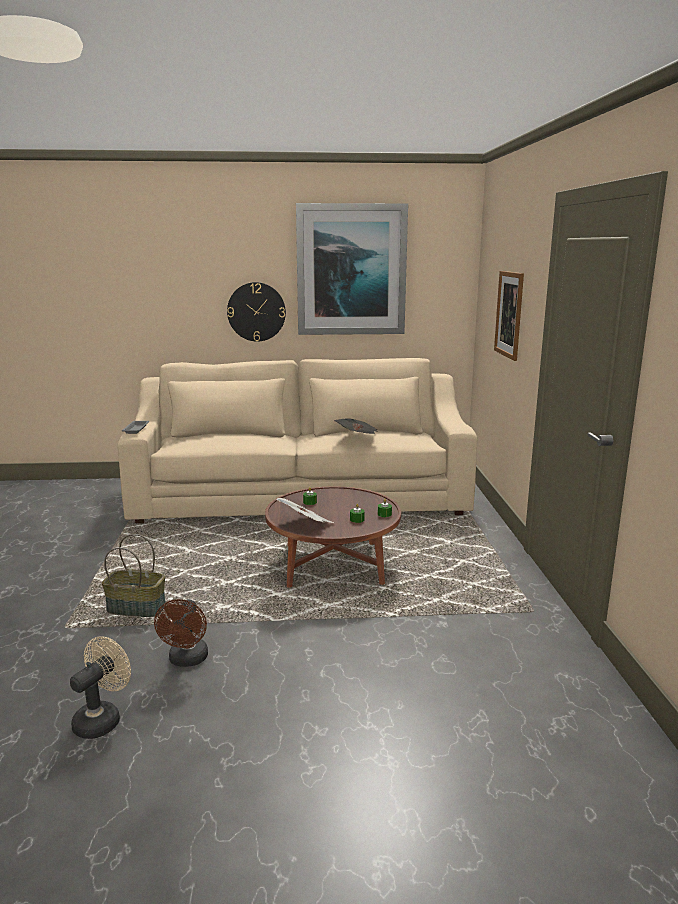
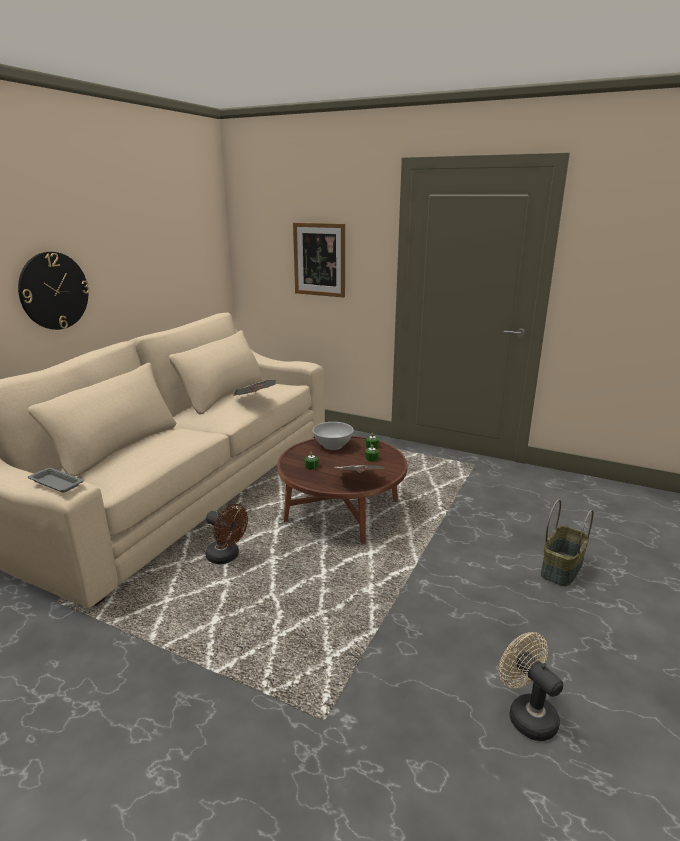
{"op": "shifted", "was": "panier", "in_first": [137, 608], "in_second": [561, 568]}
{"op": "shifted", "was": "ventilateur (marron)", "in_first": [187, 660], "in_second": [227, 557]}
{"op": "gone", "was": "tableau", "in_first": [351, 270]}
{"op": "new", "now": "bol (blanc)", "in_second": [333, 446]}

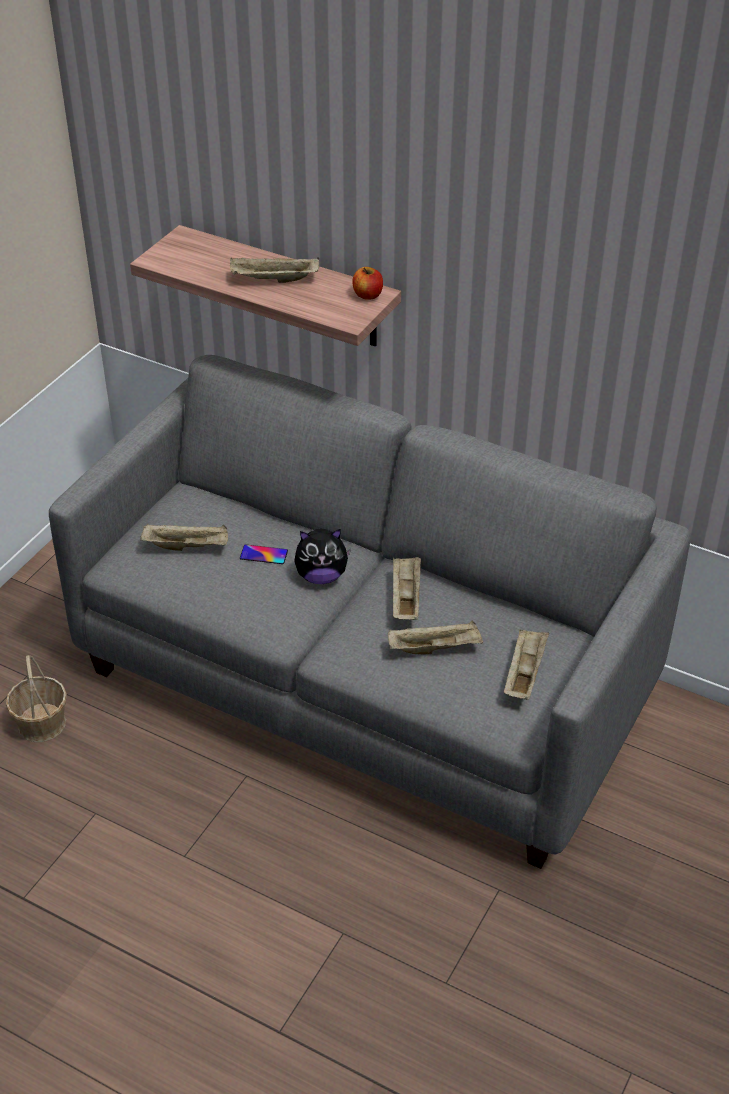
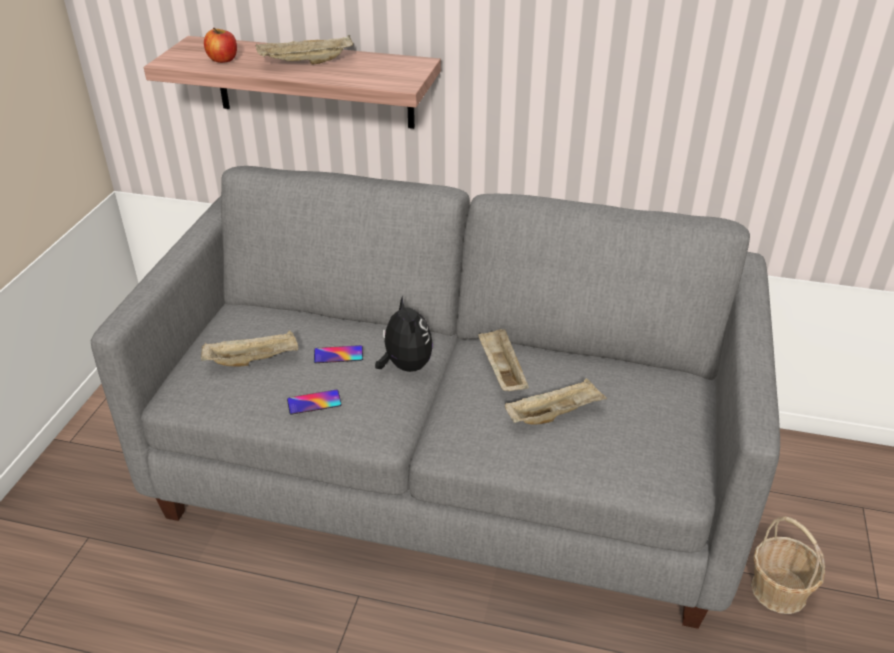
{"op": "shifted", "was": "panier", "in_first": [41, 724], "in_second": [779, 591]}
{"op": "rotated", "was": "peluche", "in_first": [321, 576], "in_second": [405, 366], "clockwise": -90}
{"op": "shifted", "was": "pomme", "in_first": [368, 295], "in_second": [223, 60]}
{"op": "gone", "was": "plateau (beige)", "in_first": [524, 674]}
{"op": "new", "now": "téléphone", "in_second": [314, 402]}

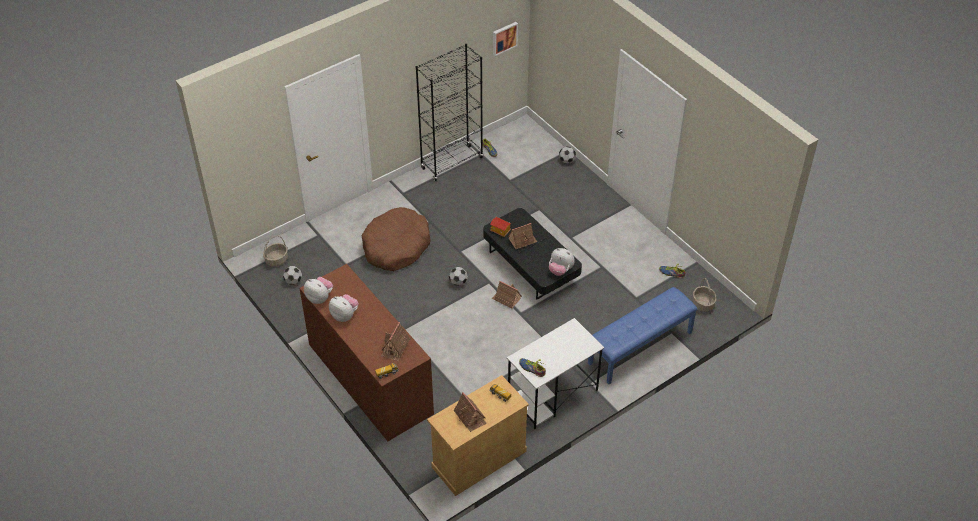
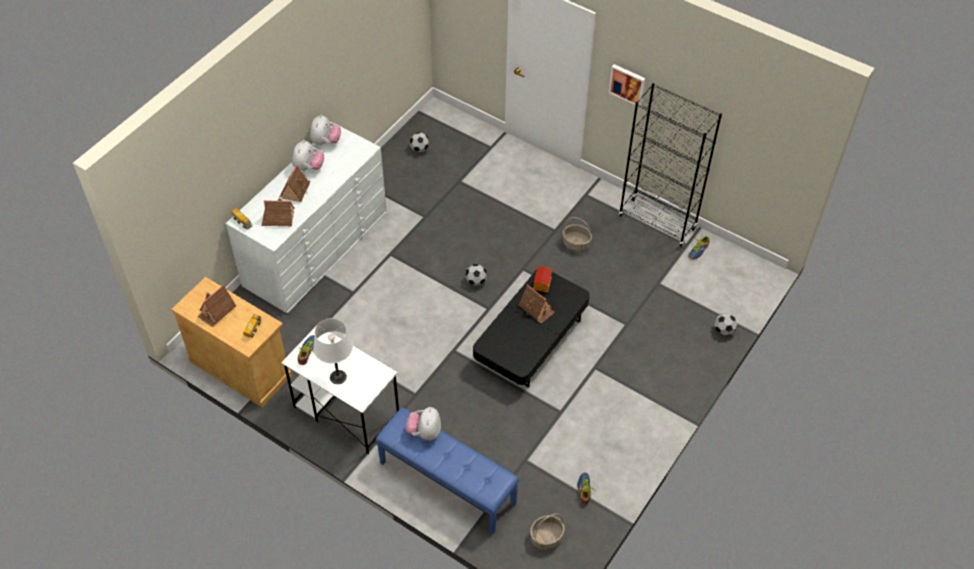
{"op": "shifted", "was": "panier", "in_first": [276, 260], "in_second": [575, 243]}
{"op": "repainted", "was": "commode (marron)", "now": "commode (blanc)", "in_first": [370, 378], "in_second": [316, 248]}
{"op": "gone", "was": "panier pour chien (marron)", "in_first": [396, 246]}
{"op": "shifted", "was": "maison miniature", "in_first": [506, 298], "in_second": [295, 190]}
{"op": "shifted", "was": "tableau", "in_first": [504, 38], "in_second": [627, 84]}
{"op": "shifted", "was": "peluche", "in_first": [560, 270], "in_second": [424, 432]}
{"op": "new", "now": "lampe de table (blanc)", "in_second": [338, 377]}

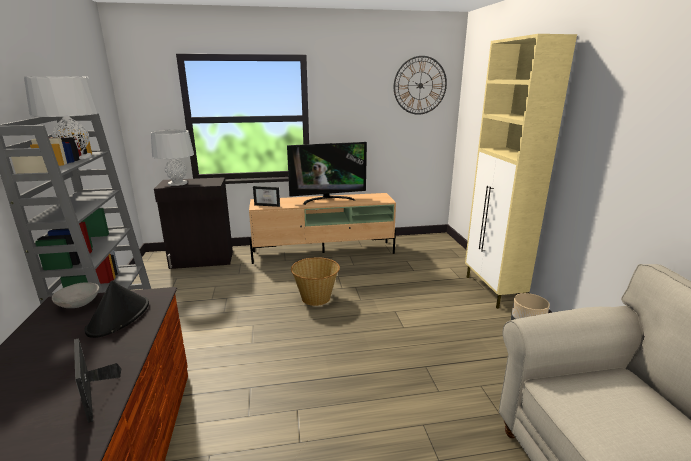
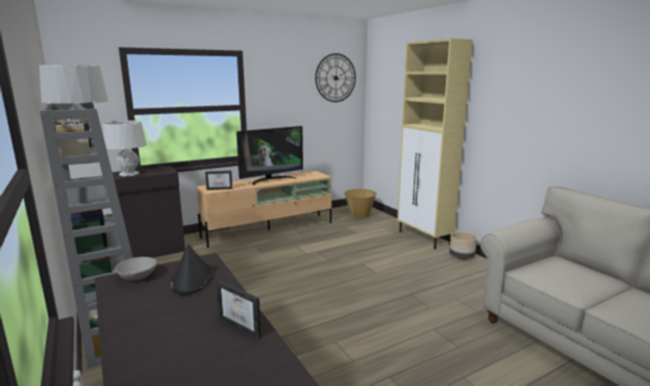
{"op": "shifted", "was": "panier", "in_first": [316, 297], "in_second": [359, 215]}

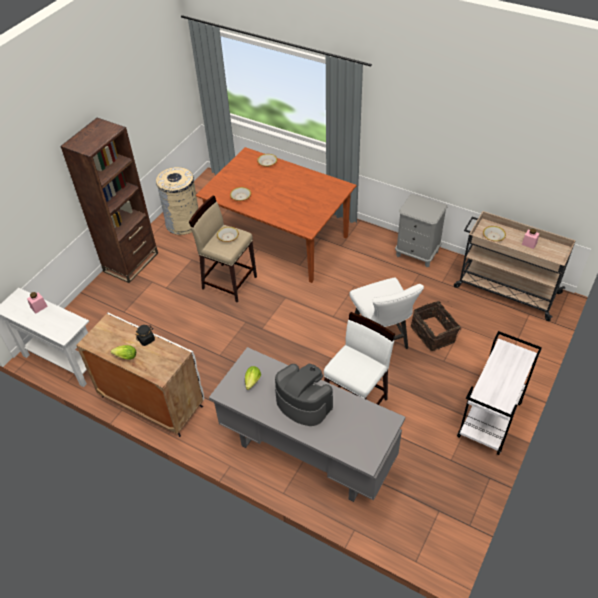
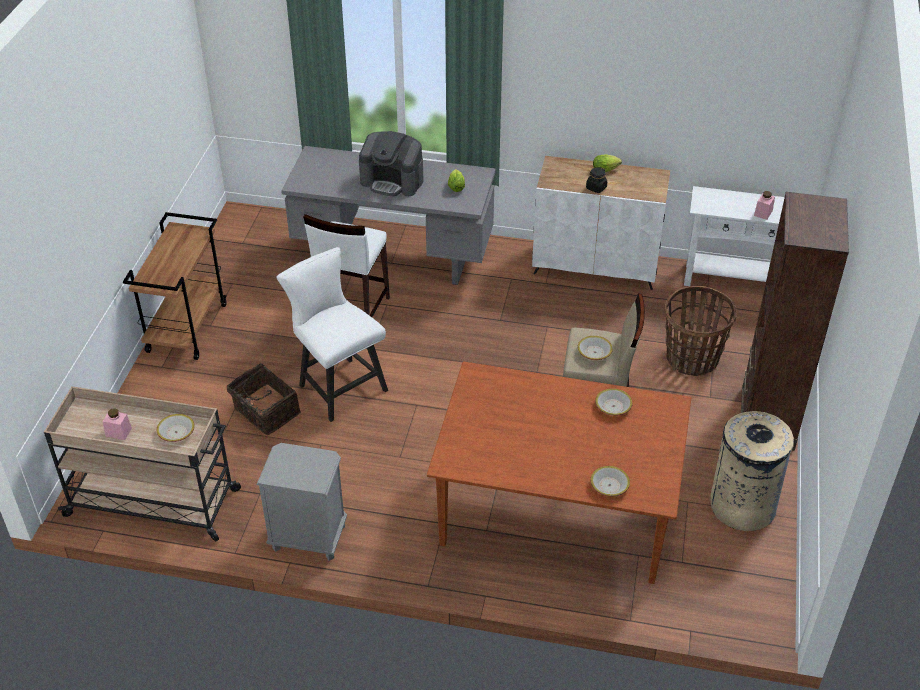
{"op": "repainted", "was": "chariot (blanc)", "now": "chariot (marron)", "in_first": [490, 420], "in_second": [187, 327]}
{"op": "new", "now": "panier", "in_second": [692, 359]}

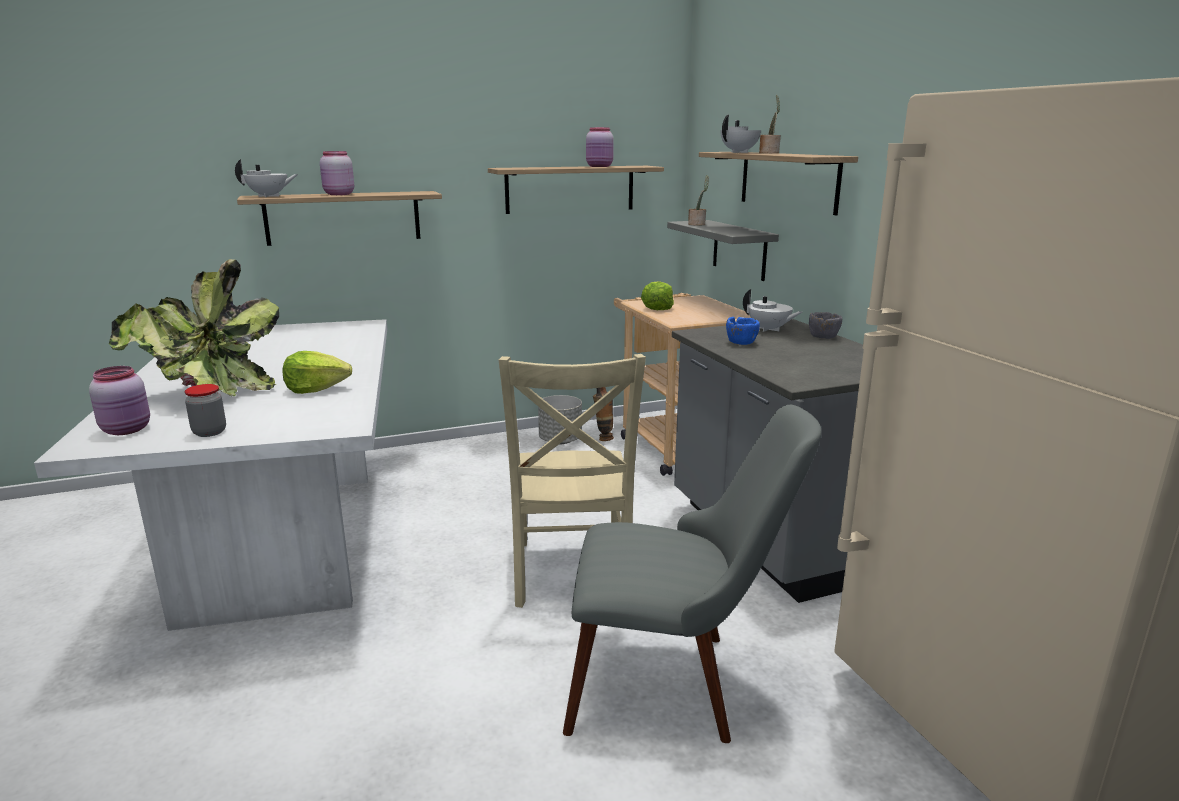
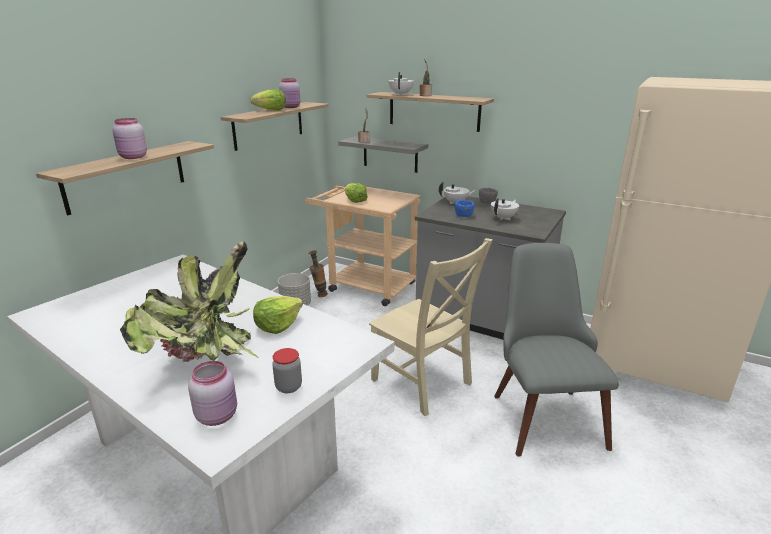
{"op": "shifted", "was": "théière (blanc)", "in_first": [269, 196], "in_second": [504, 218]}
{"op": "rotated", "was": "chaise (gris)", "in_first": [675, 681], "in_second": [541, 410], "clockwise": -60}
{"op": "new", "now": "laitue", "in_second": [271, 110]}

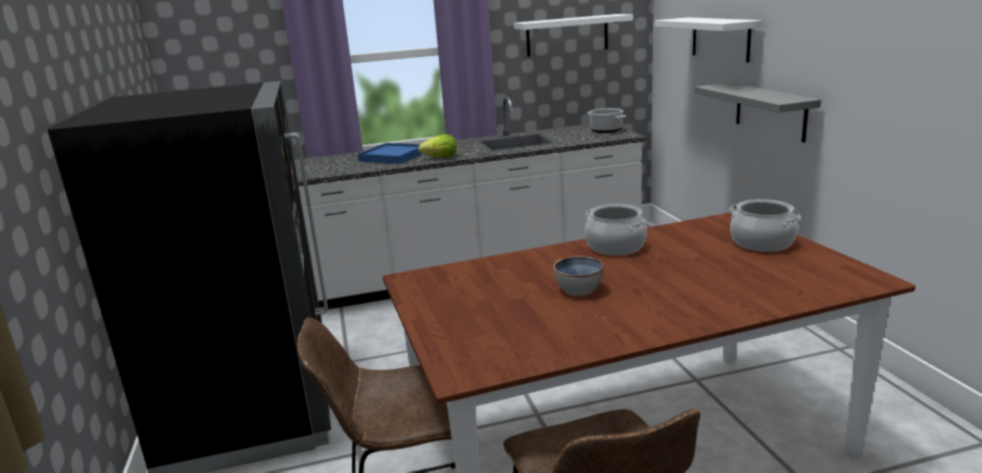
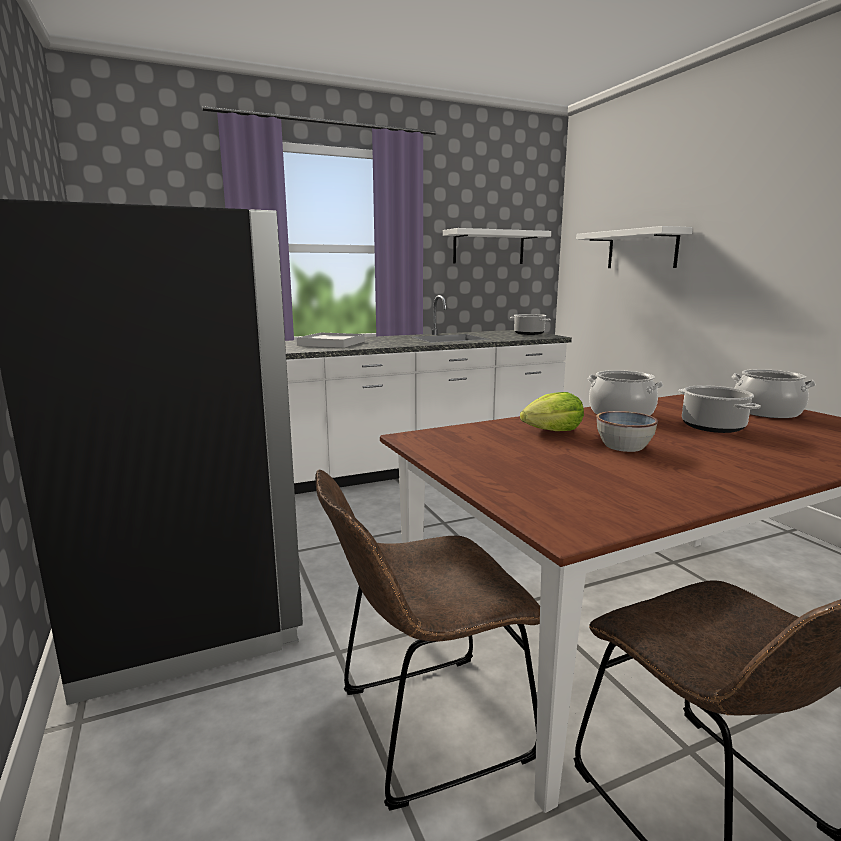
{"op": "repainted", "was": "plateau (bleu)", "now": "plateau (blanc)", "in_first": [392, 156], "in_second": [331, 343]}
{"op": "shifted", "was": "laitue", "in_first": [440, 157], "in_second": [552, 431]}
{"op": "gone", "was": "étagère (gris)", "in_first": [770, 111]}
{"op": "new", "now": "marmite", "in_second": [711, 426]}

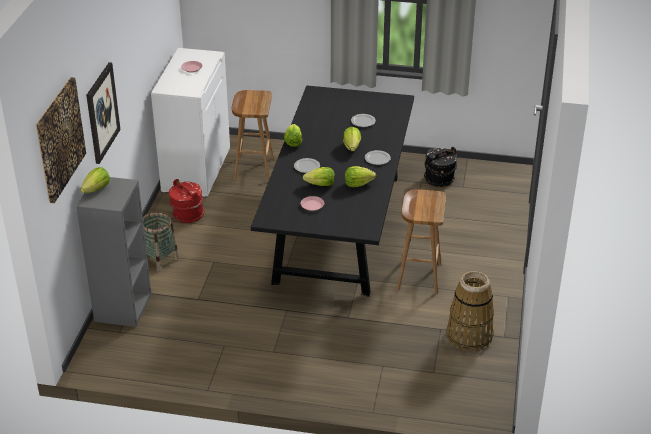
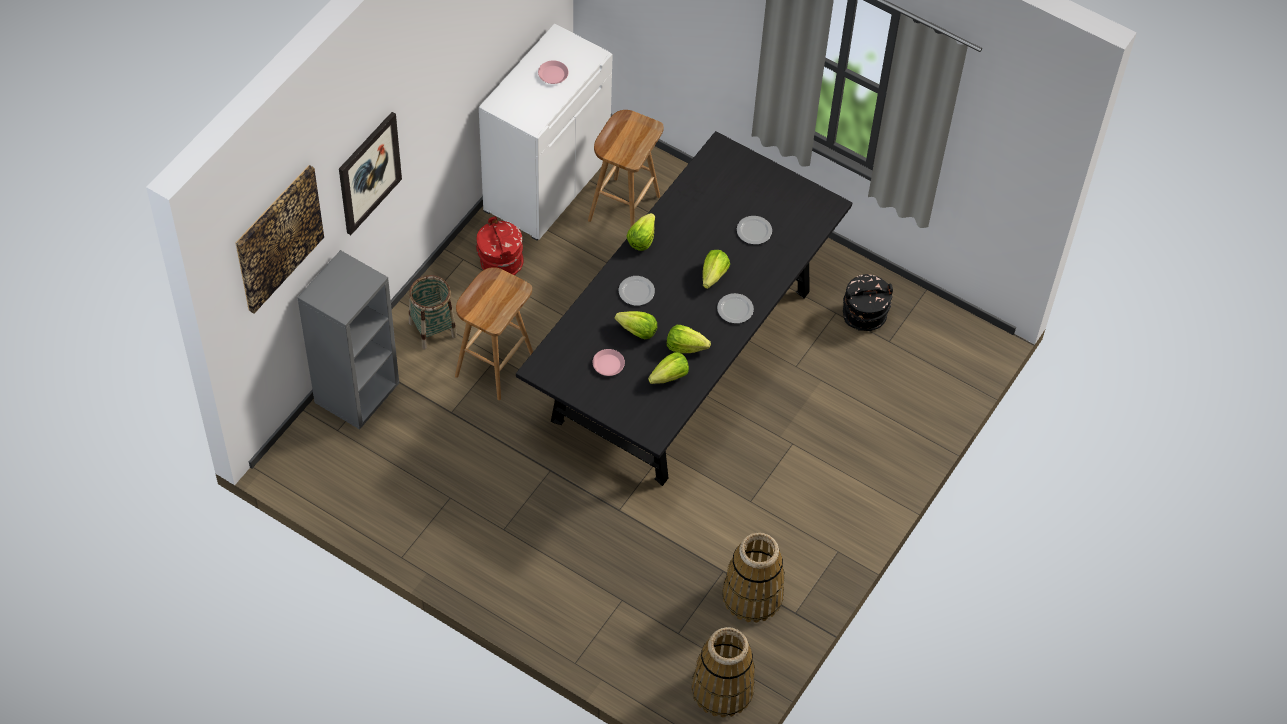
{"op": "shifted", "was": "laitue", "in_first": [97, 189], "in_second": [669, 376]}
{"op": "shifted", "was": "tabouret (marron)", "in_first": [418, 275], "in_second": [494, 364]}
{"op": "new", "now": "panier", "in_second": [722, 689]}

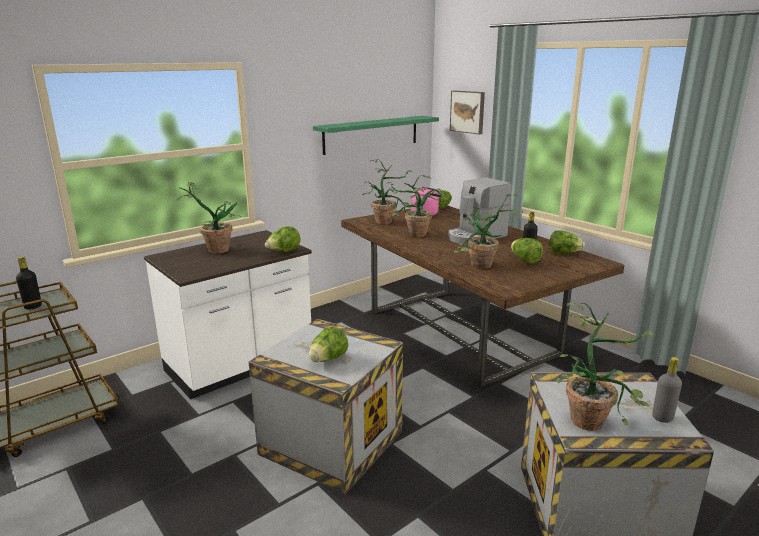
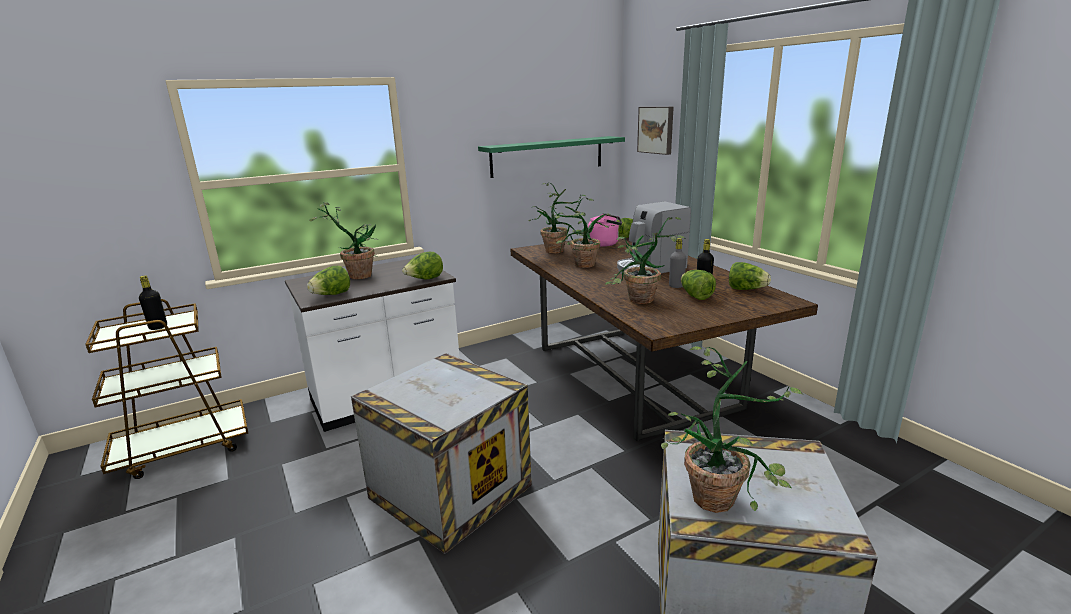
{"op": "shifted", "was": "laitue", "in_first": [328, 359], "in_second": [331, 295]}
{"op": "shifted", "was": "bouteille (gris)", "in_first": [662, 418], "in_second": [676, 286]}

